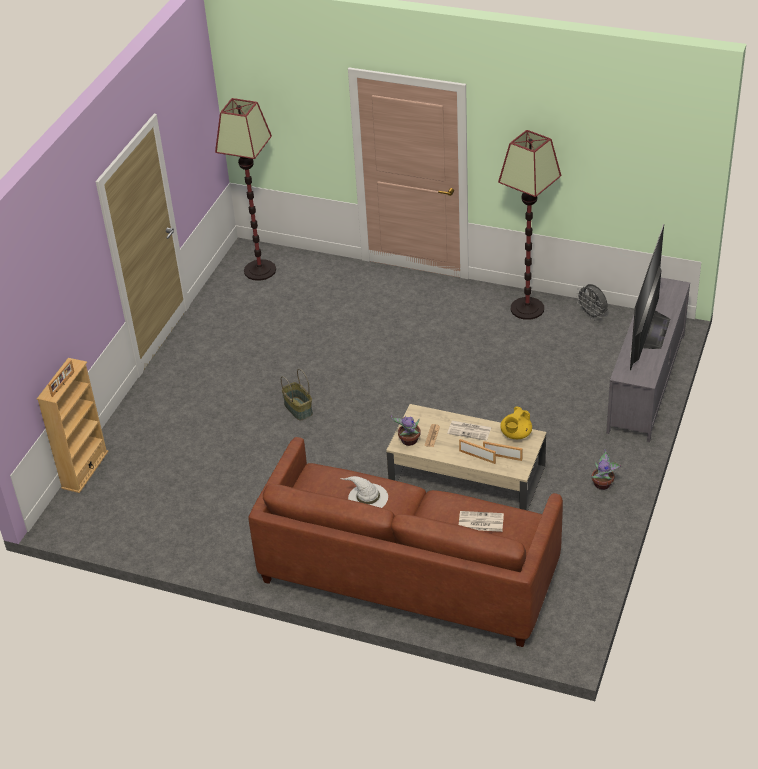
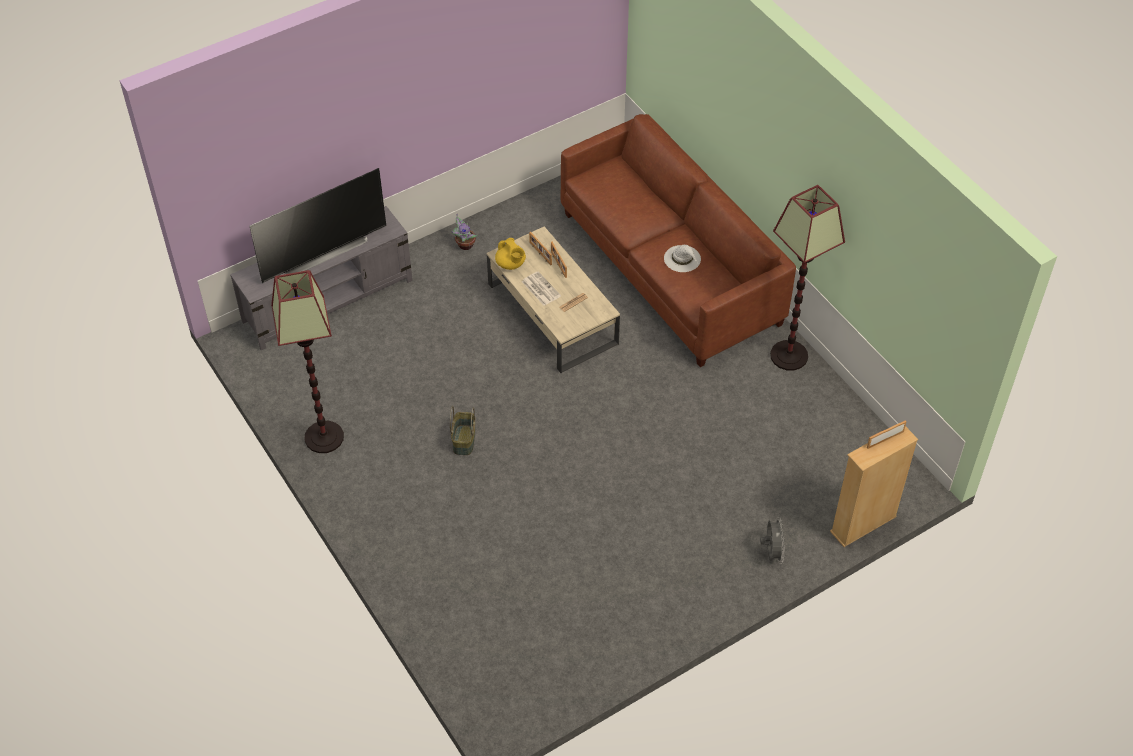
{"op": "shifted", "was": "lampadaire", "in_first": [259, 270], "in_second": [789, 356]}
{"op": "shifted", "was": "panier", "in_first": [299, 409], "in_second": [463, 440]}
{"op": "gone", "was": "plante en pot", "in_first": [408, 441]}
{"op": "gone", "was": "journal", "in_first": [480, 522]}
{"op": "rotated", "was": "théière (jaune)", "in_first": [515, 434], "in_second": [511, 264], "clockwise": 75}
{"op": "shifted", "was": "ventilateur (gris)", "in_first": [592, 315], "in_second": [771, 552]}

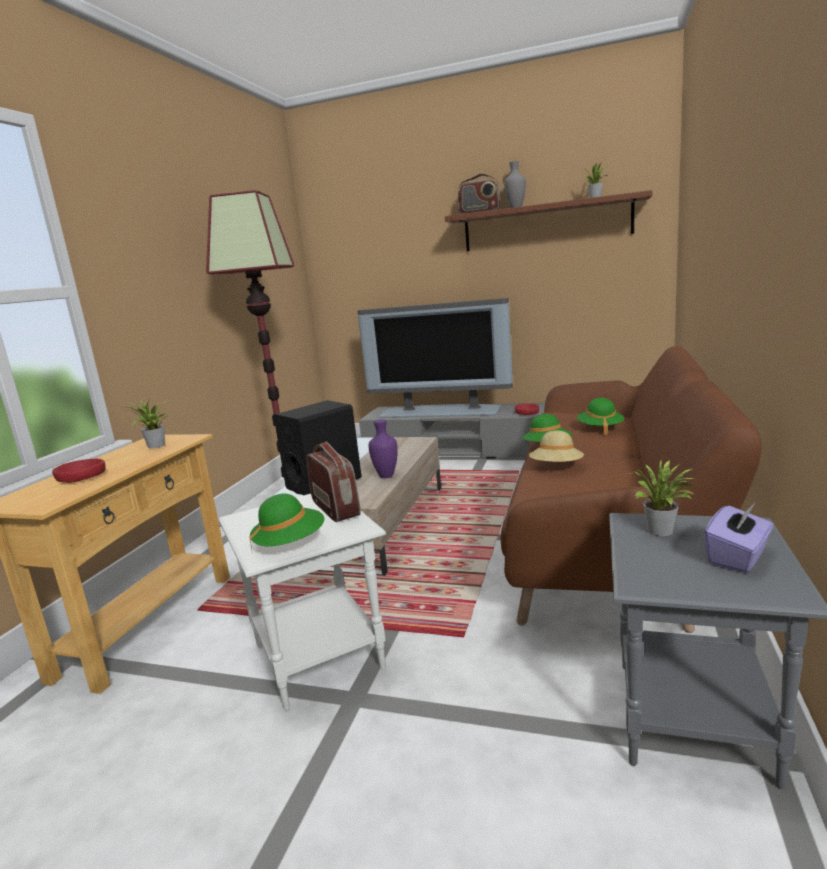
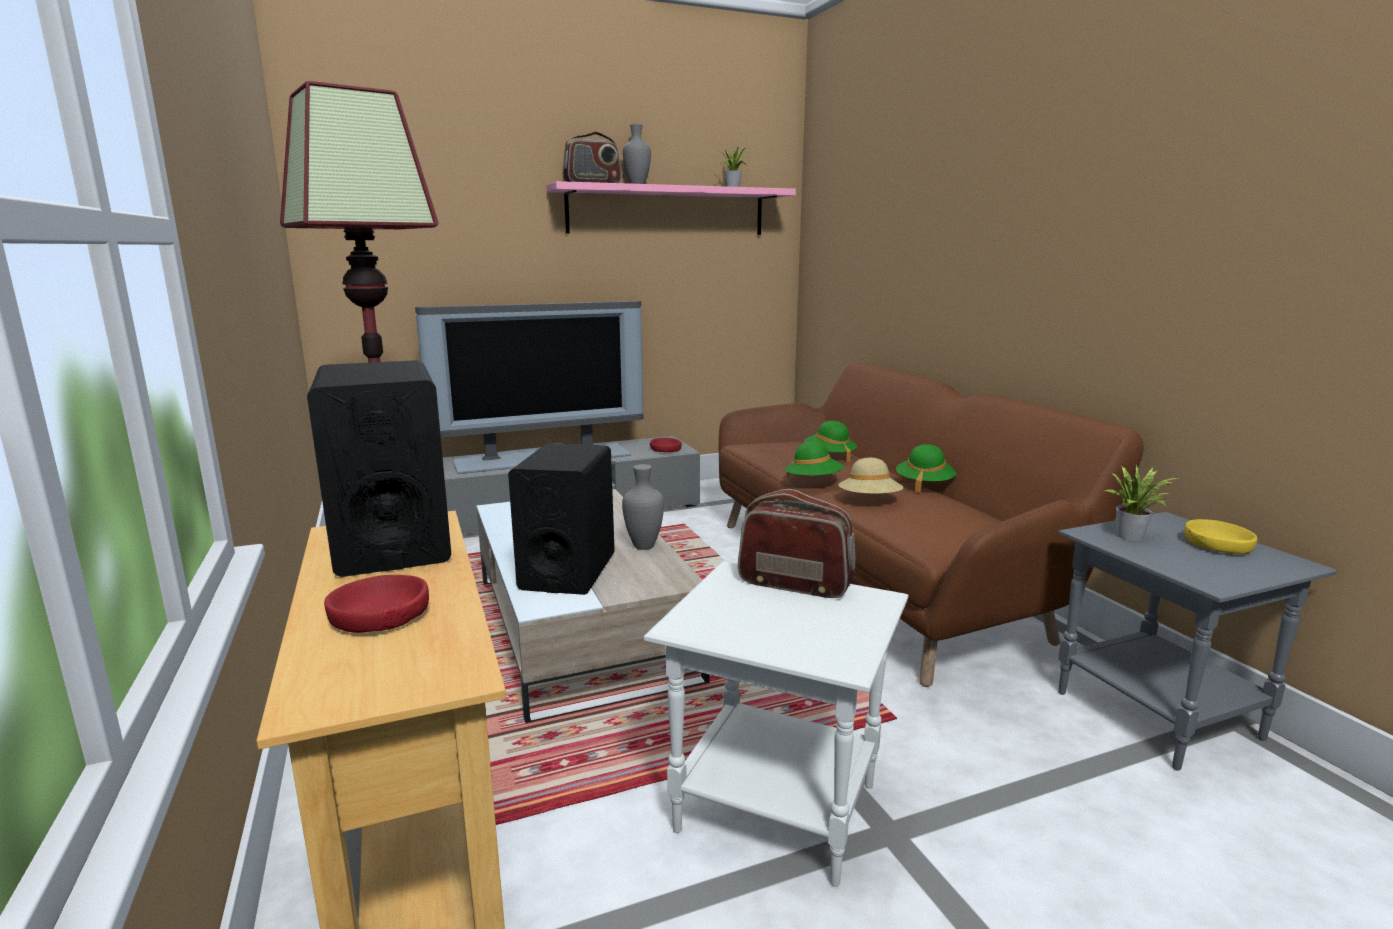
{"op": "swapped", "was": "plante en pot", "now": "enceinte (noir)", "in_first": [155, 446], "in_second": [391, 543]}
{"op": "shifted", "was": "chapeau (vert)", "in_first": [290, 543], "in_second": [924, 484]}
{"op": "repainted", "was": "vase (violet)", "now": "vase (gris)", "in_first": [387, 476], "in_second": [645, 546]}
{"op": "repainted", "was": "étagère (marron)", "now": "étagère (rose)", "in_first": [546, 224], "in_second": [667, 211]}
{"op": "swapped", "was": "boîte à mouchoirs (violet)", "now": "bol (jaune)", "in_first": [737, 557], "in_second": [1217, 545]}

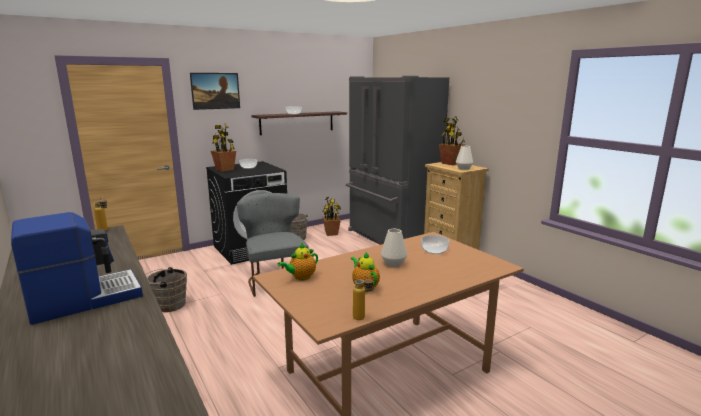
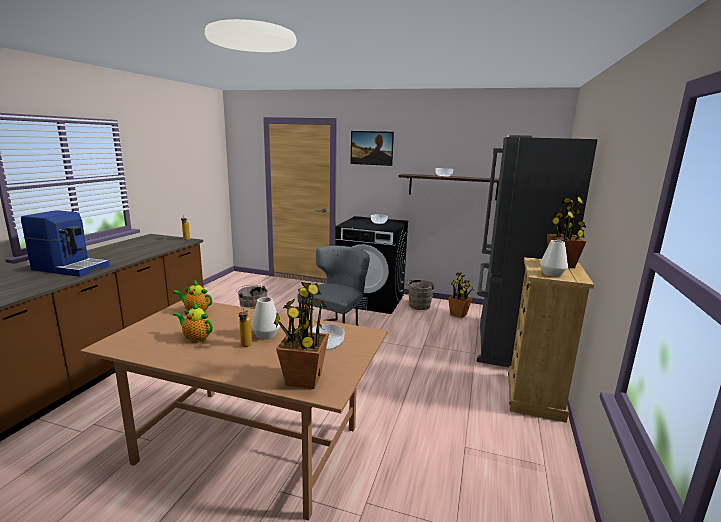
{"op": "shifted", "was": "plante en pot", "in_first": [225, 169], "in_second": [304, 379]}
{"op": "rotated", "was": "théière", "in_first": [364, 287], "in_second": [196, 338], "clockwise": -90}
{"op": "shifted", "was": "bouteille", "in_first": [363, 319], "in_second": [245, 347]}

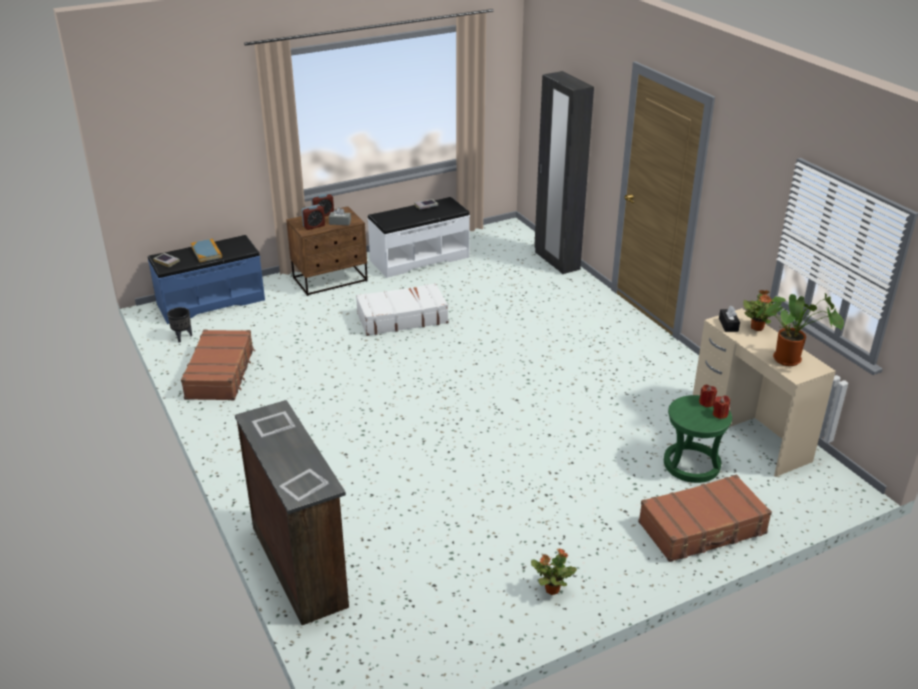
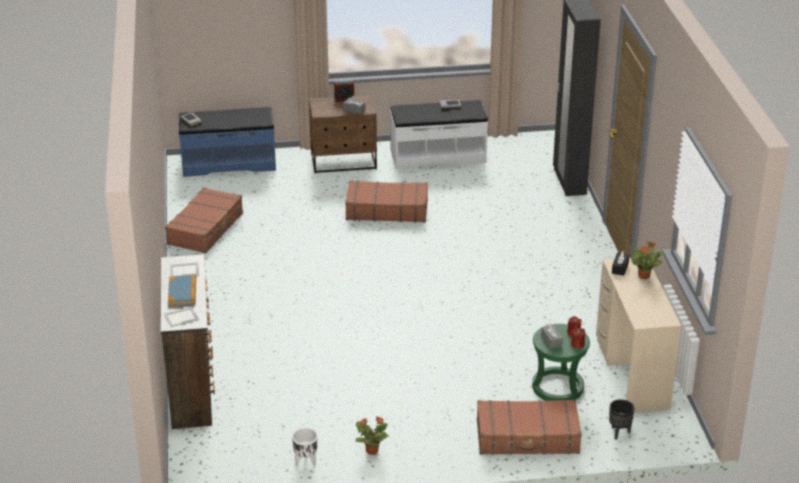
{"op": "shifted", "was": "cache-pot (noir)", "in_first": [182, 337], "in_second": [619, 432]}
{"op": "shifted", "was": "livre", "in_first": [206, 252], "in_second": [182, 292]}
{"op": "gone", "was": "réveil", "in_first": [314, 226]}
{"op": "repainted", "was": "valise (blanc)", "now": "valise (marron)", "in_first": [402, 318], "in_second": [386, 210]}
{"op": "gone", "was": "plante en pot", "in_first": [790, 359]}
{"op": "new", "now": "cache-pot (blanc)", "in_second": [305, 462]}
{"op": "new", "now": "boîte à mouchoirs (gris)", "in_second": [551, 340]}

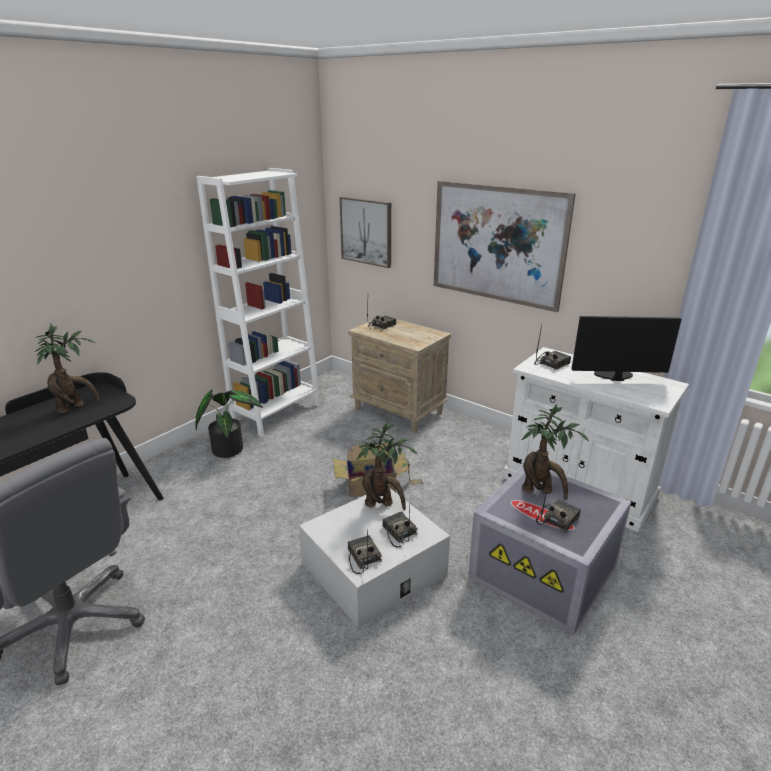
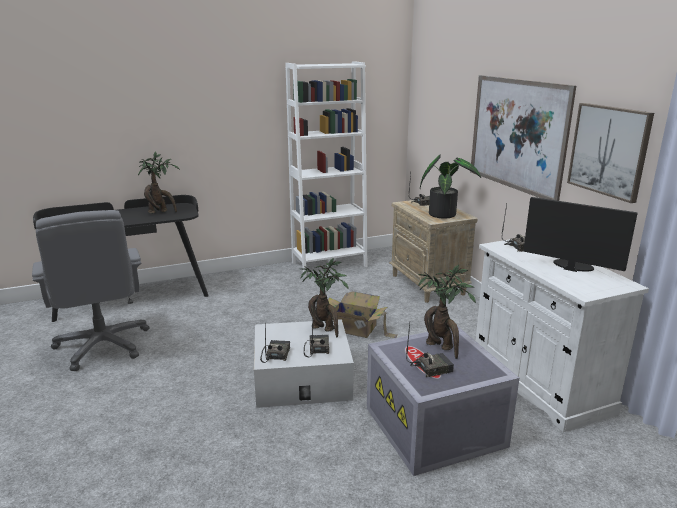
{"op": "shifted", "was": "plante en pot", "in_first": [230, 448], "in_second": [444, 214]}
{"op": "shifted", "was": "tableau", "in_first": [366, 231], "in_second": [609, 150]}

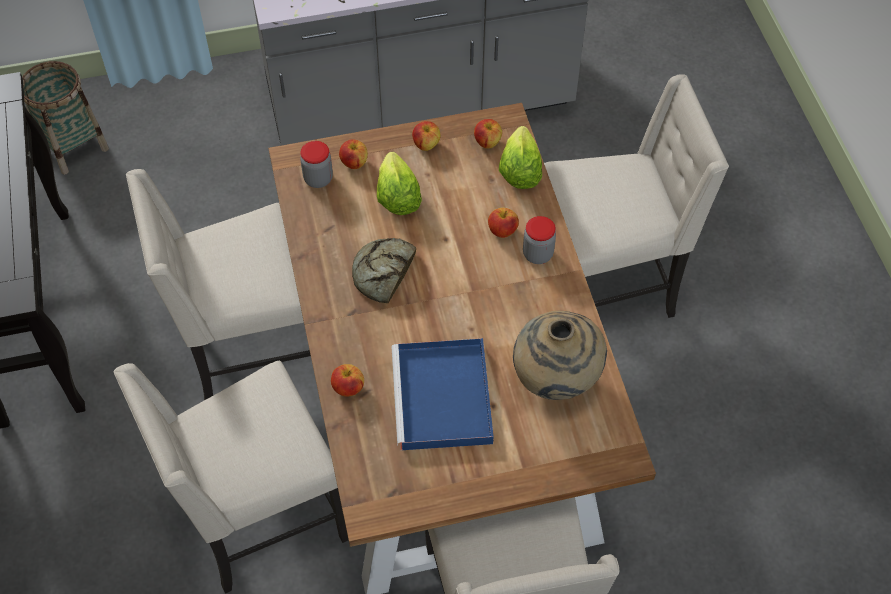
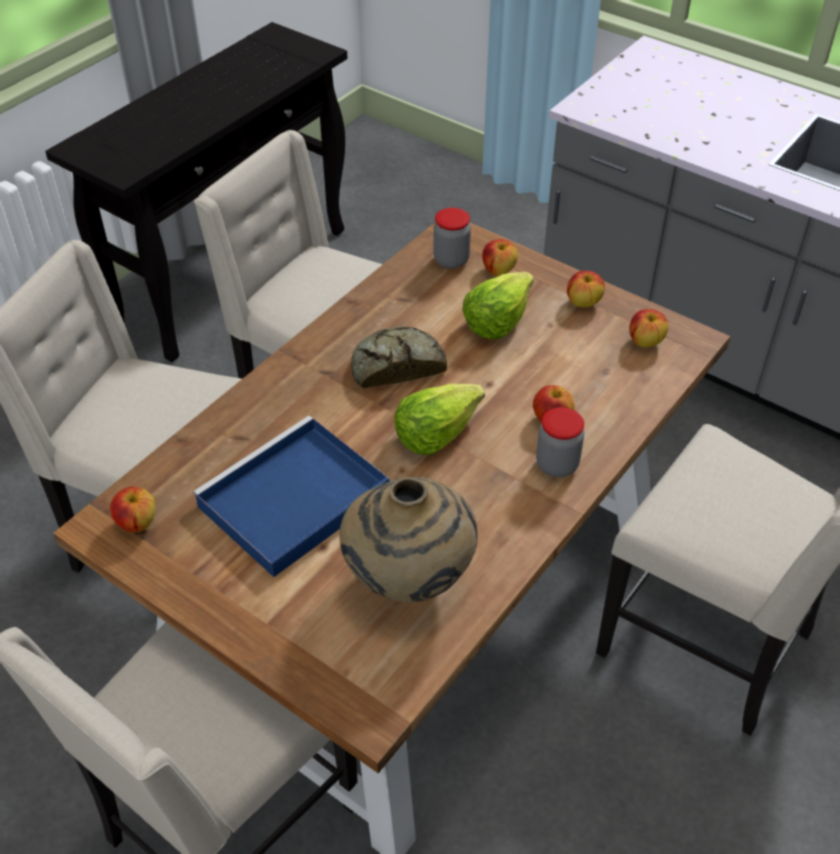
{"op": "gone", "was": "panier", "in_first": [73, 146]}
{"op": "shifted", "was": "pomme", "in_first": [348, 388], "in_second": [137, 523]}
{"op": "shifted", "was": "laitue", "in_first": [519, 170], "in_second": [436, 432]}

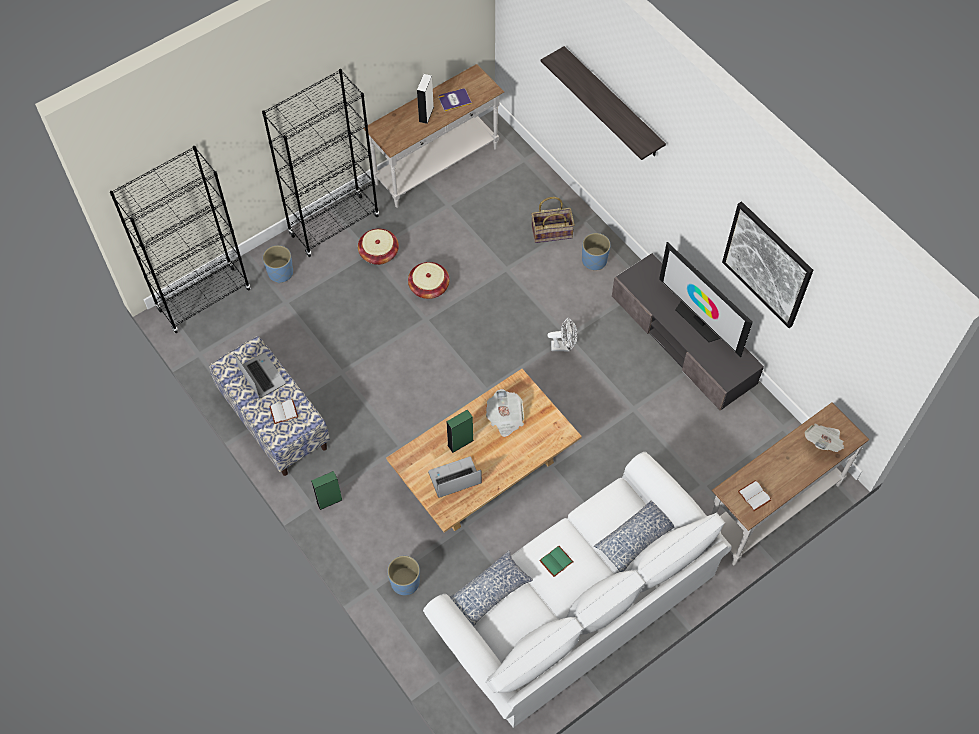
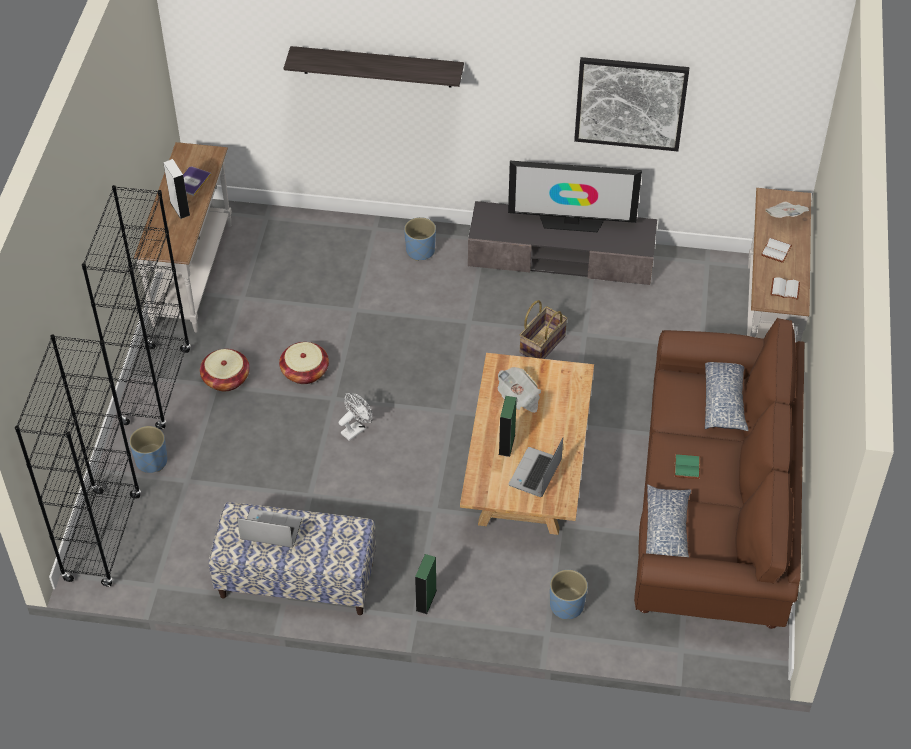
{"op": "shifted", "was": "livre (blanc)", "in_first": [283, 413], "in_second": [776, 251]}
{"op": "repainted", "was": "canapé (blanc)", "now": "canapé (marron)", "in_first": [574, 604], "in_second": [713, 507]}
{"op": "shifted", "was": "panier", "in_first": [552, 232], "in_second": [542, 344]}
{"op": "shifted", "was": "ventilateur (blanc)", "in_first": [563, 346], "in_second": [356, 429]}

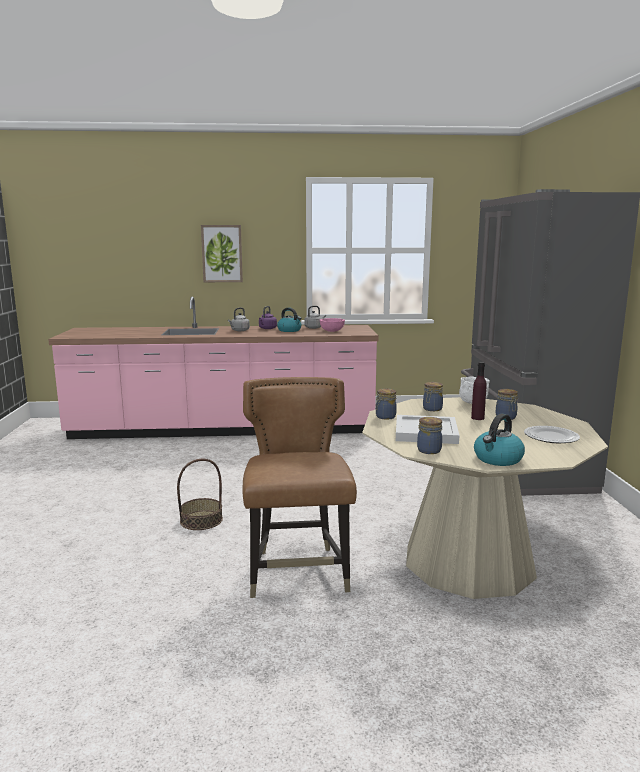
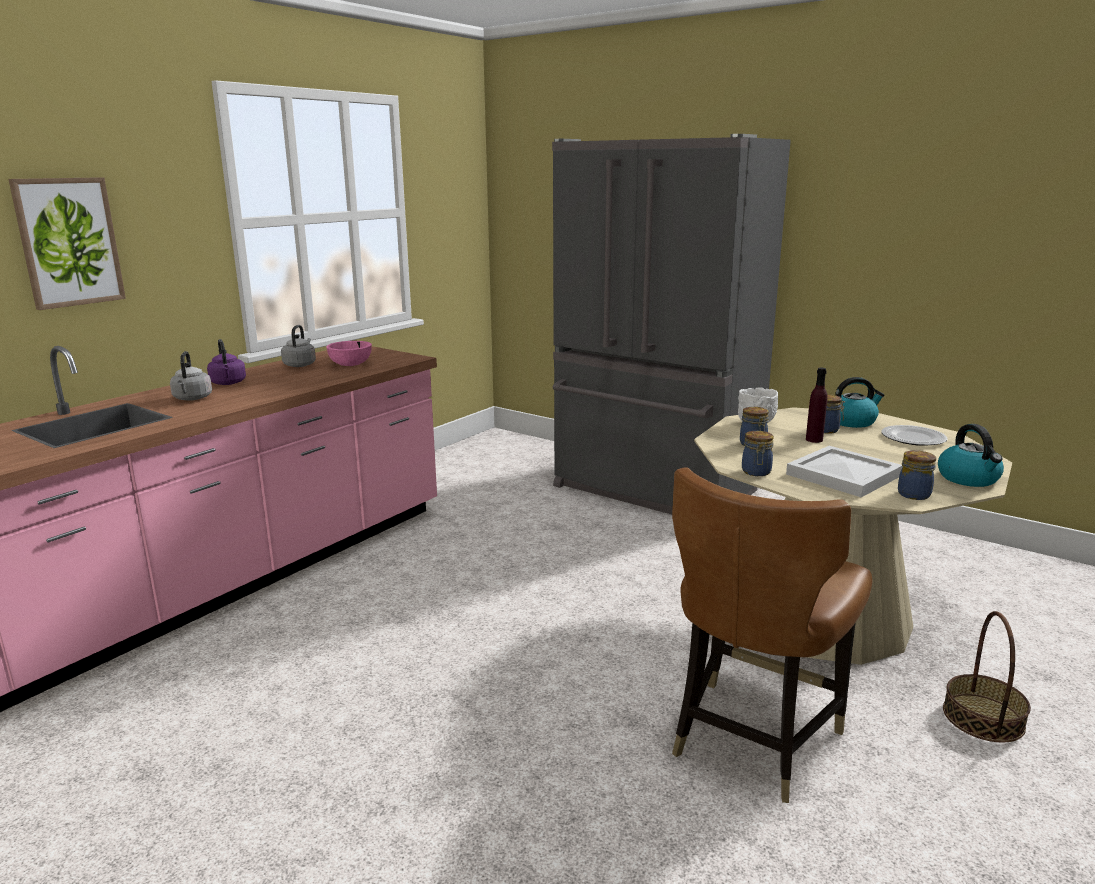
{"op": "shifted", "was": "panier", "in_first": [201, 520], "in_second": [983, 718]}
{"op": "rotated", "was": "chaise (marron)", "in_first": [298, 572], "in_second": [752, 739], "clockwise": -90}
{"op": "shifted", "was": "bouilloire", "in_first": [289, 330], "in_second": [852, 421]}

